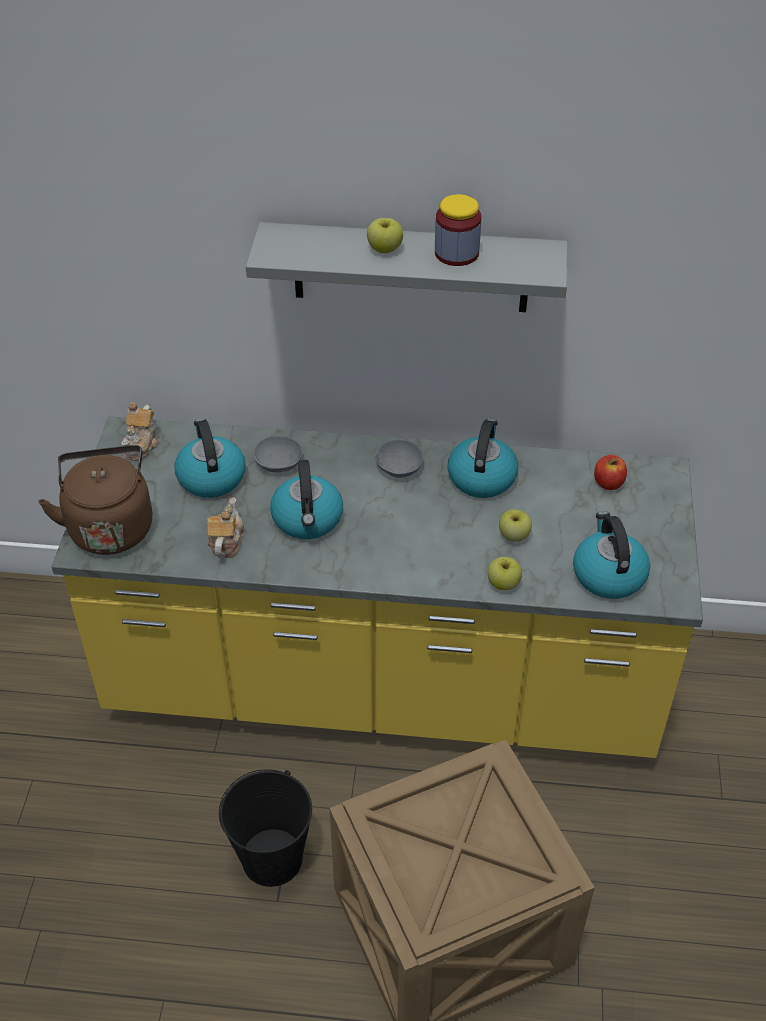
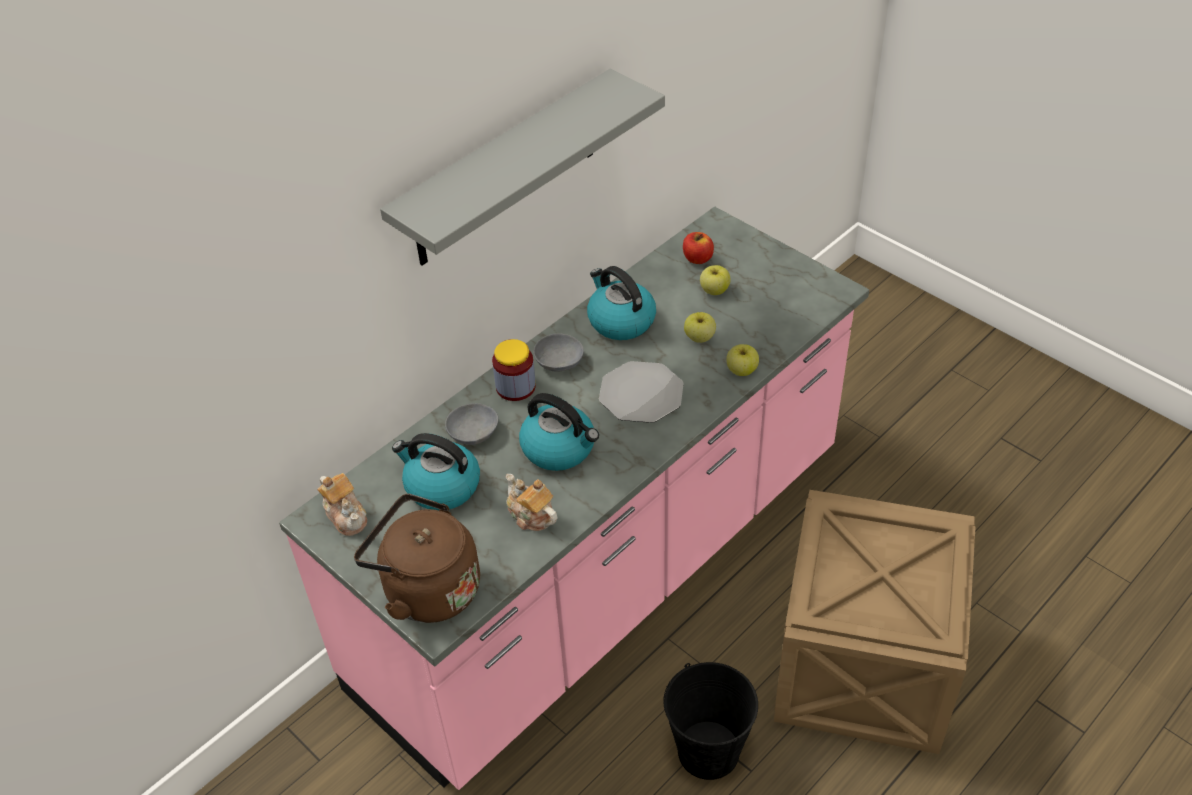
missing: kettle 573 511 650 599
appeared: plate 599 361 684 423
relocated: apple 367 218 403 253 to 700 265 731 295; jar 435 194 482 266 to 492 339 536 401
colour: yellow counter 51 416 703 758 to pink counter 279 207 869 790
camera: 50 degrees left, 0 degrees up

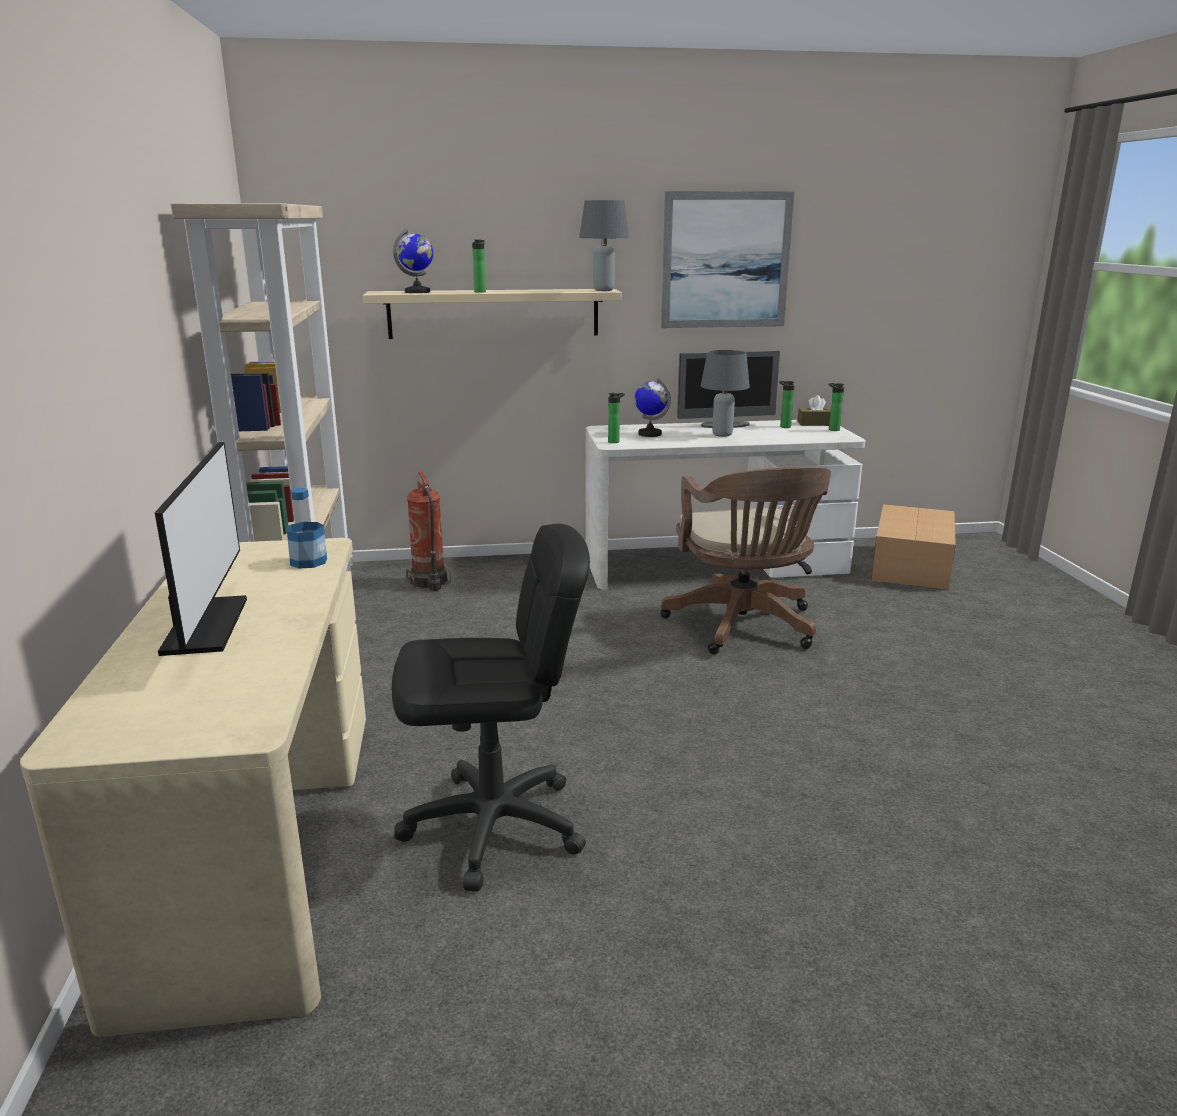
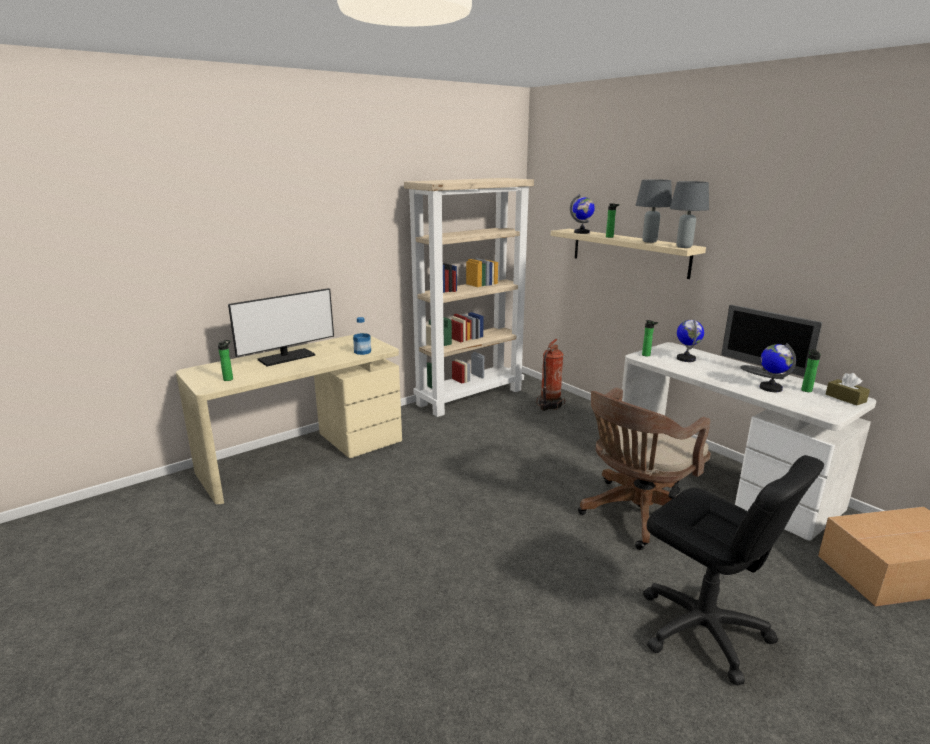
missing: picture 661 191 794 328
appeared: globe 760 343 796 392
relocated: black office chair 392 524 590 892 to 643 455 824 685; grey table lamp 701 350 750 437 to 636 179 672 243; bottle 829 383 844 431 to 218 340 233 381
camera: 60 degrees right, 0 degrees up

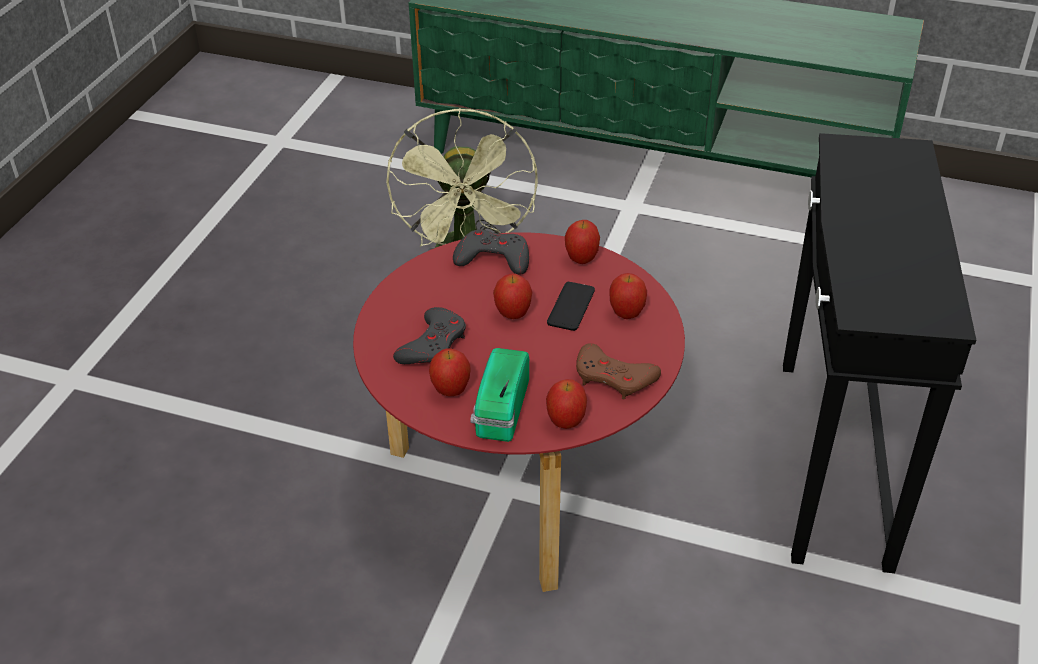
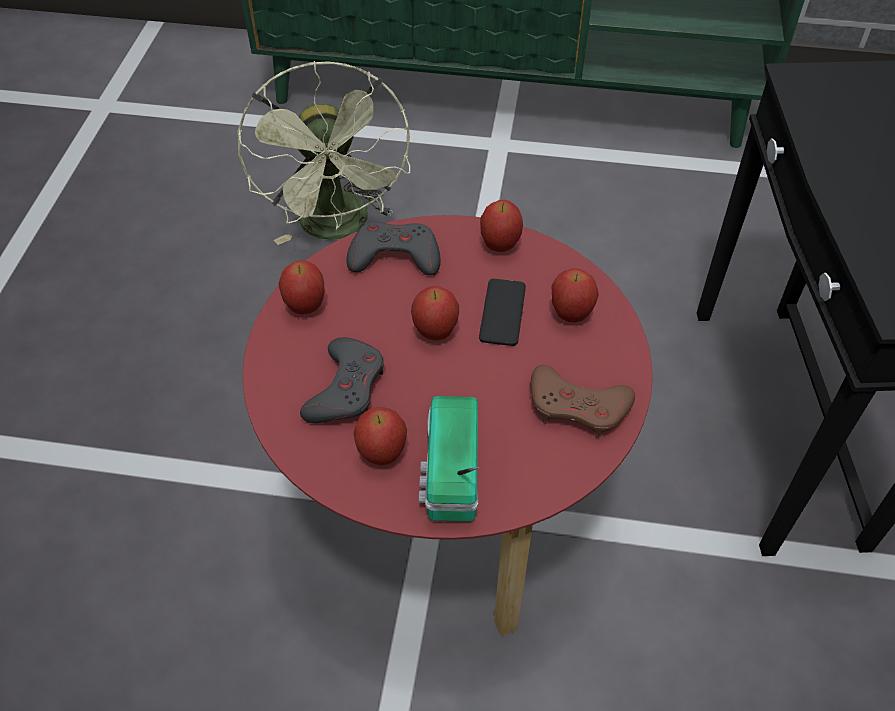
relocated: apple 546 379 587 429 to 278 260 324 315
camera: 10 degrees left, 10 degrees up

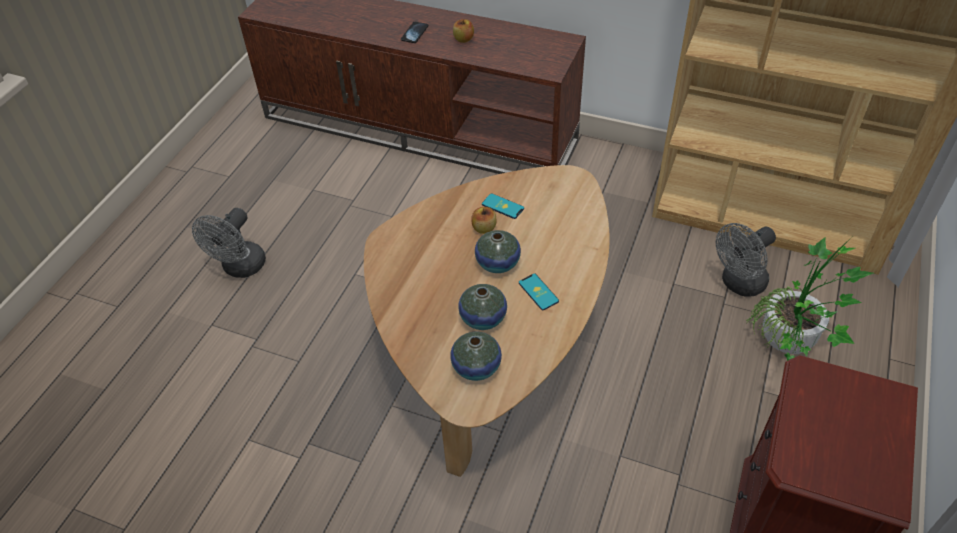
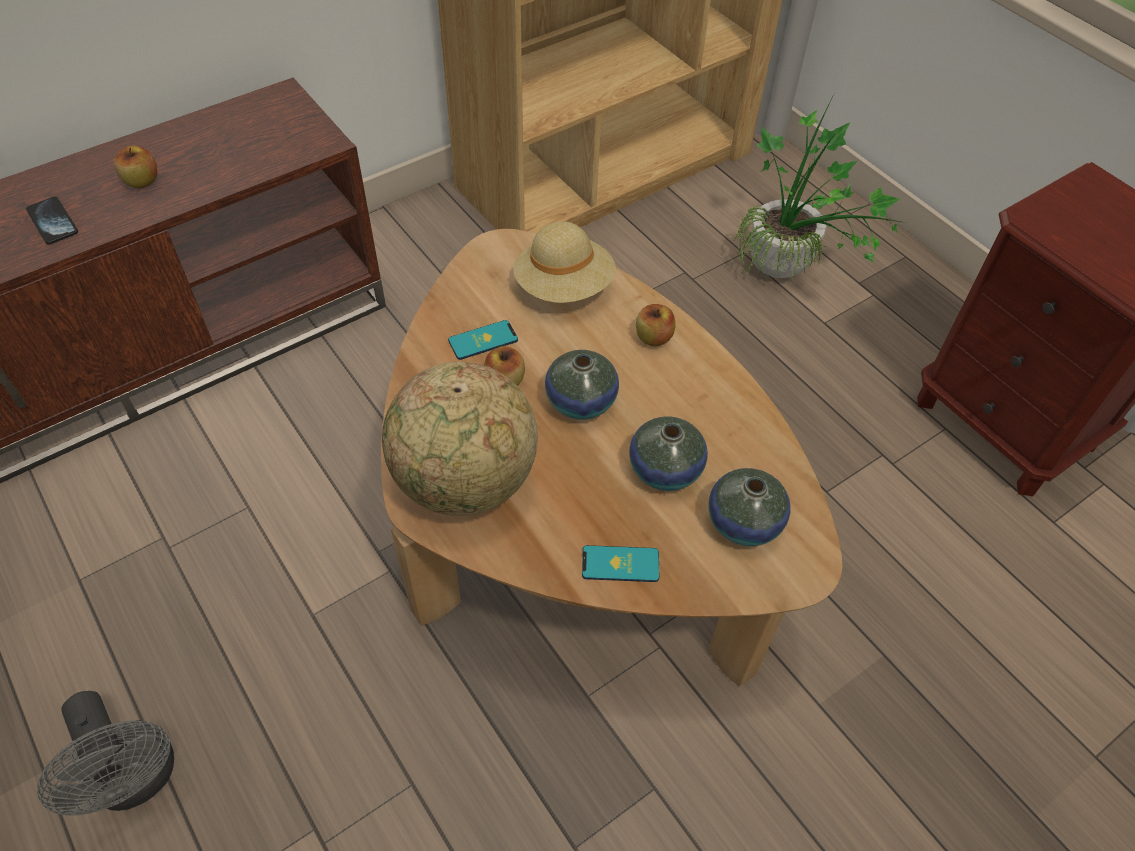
missing: grey fan 716 223 776 297
appeared: globe 382 362 538 516; beige hat 513 221 616 303; apple 636 304 676 346
relocated: phone 519 274 559 310 to 582 545 659 582
camera: 60 degrees left, 5 degrees up

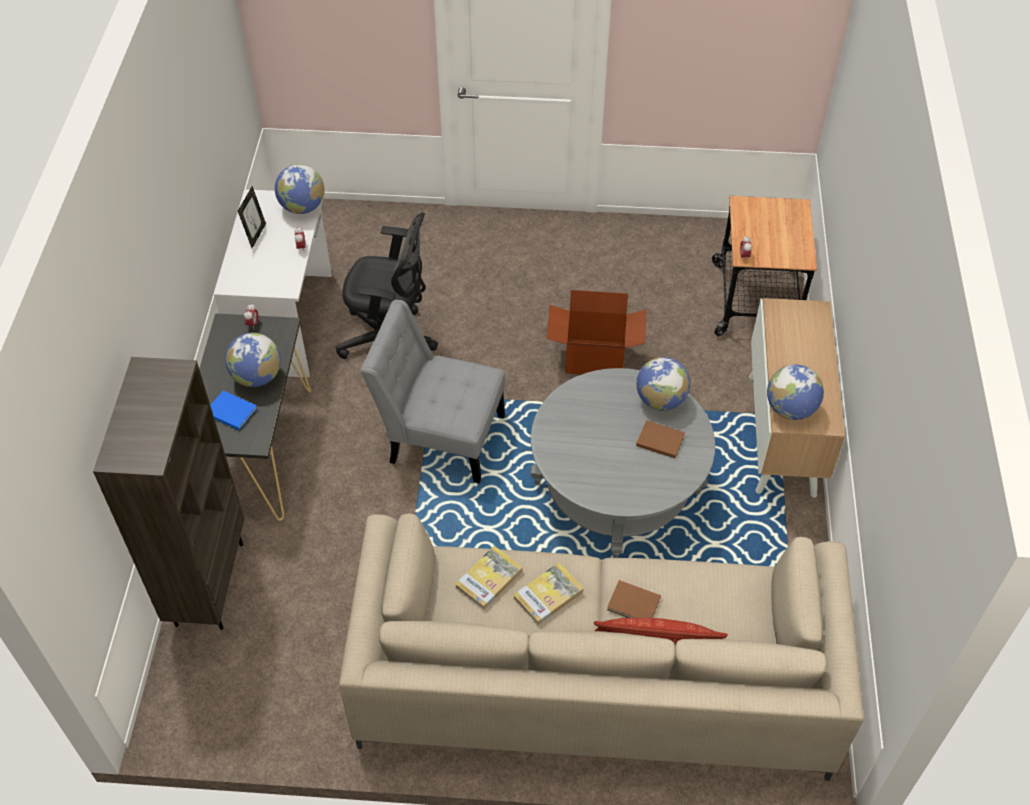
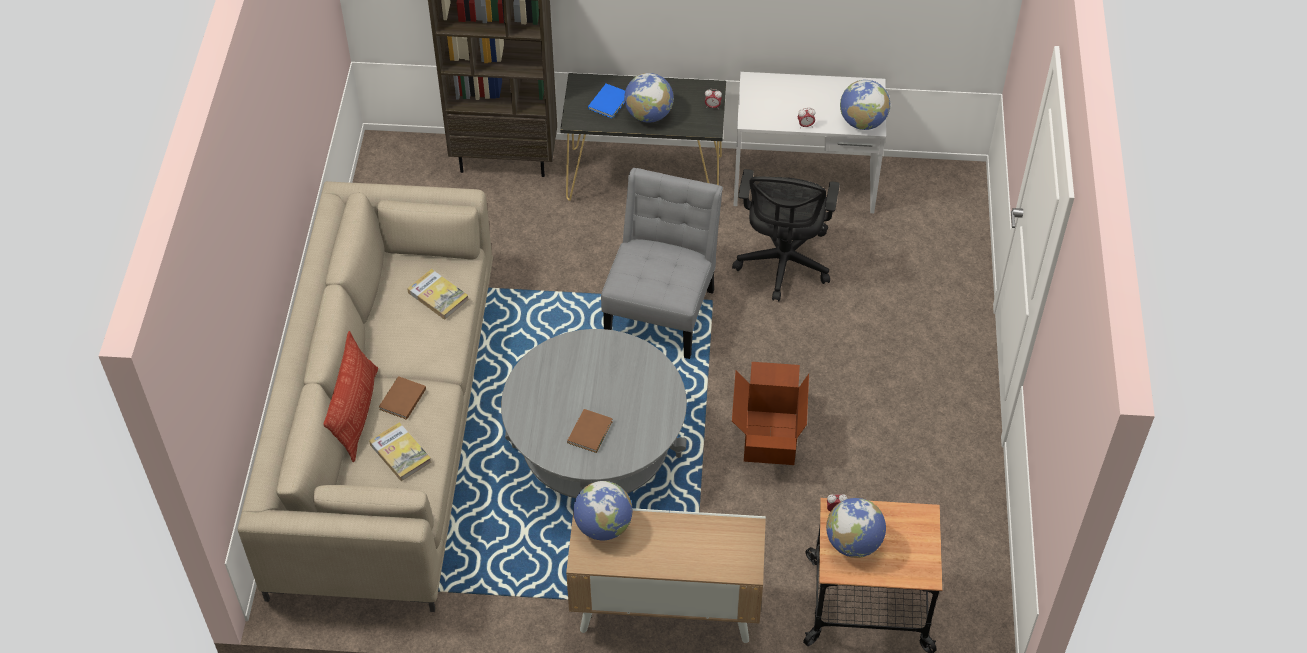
missing: picture frame 238 186 266 248
relocated: book 513 562 583 625 to 369 422 431 481; globe 636 357 690 411 to 826 498 886 558
camera: 90 degrees right, 0 degrees up

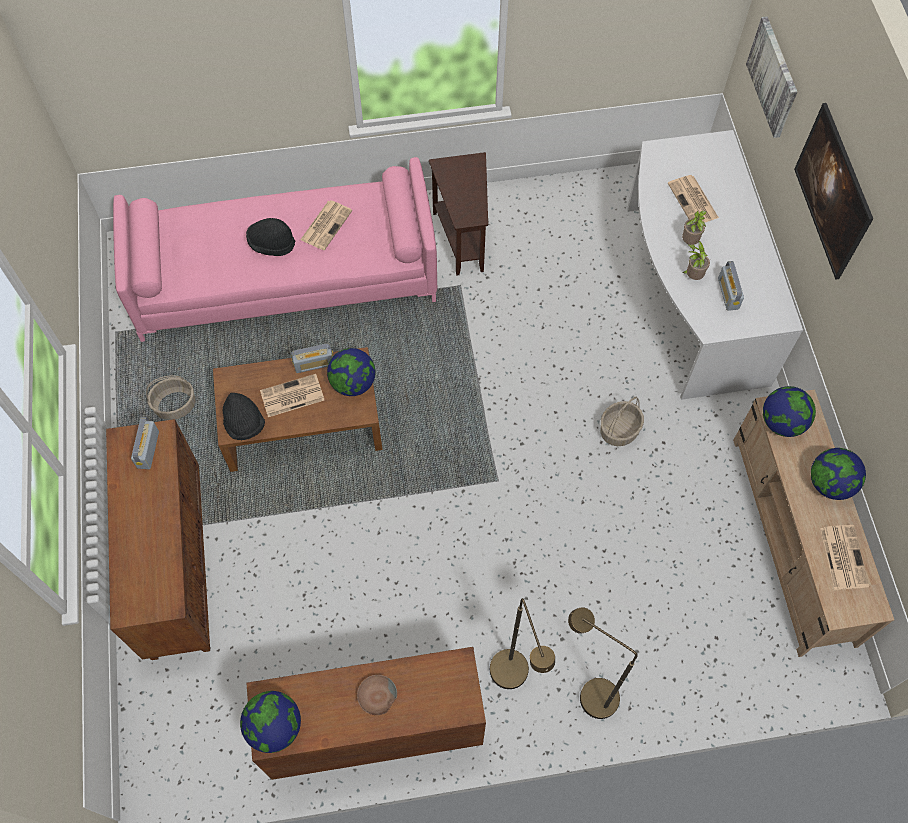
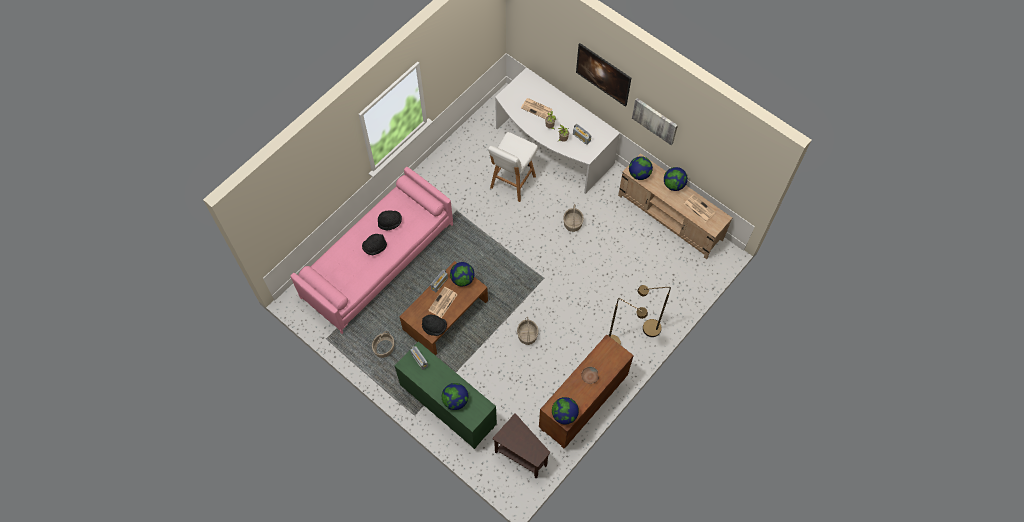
appeared: globe 442 383 468 410; white stool 488 132 538 202; basket 517 316 538 345
relocated: brown side table 429 152 488 276 to 492 413 550 478; picture 746 16 798 138 to 632 98 678 145
exchanged: newspaper 300 200 352 250 to black hat 378 210 402 230
colour: brown cabinet 106 419 210 660 to green cabinet 395 341 497 449
camera: 40 degrees left, 0 degrees up

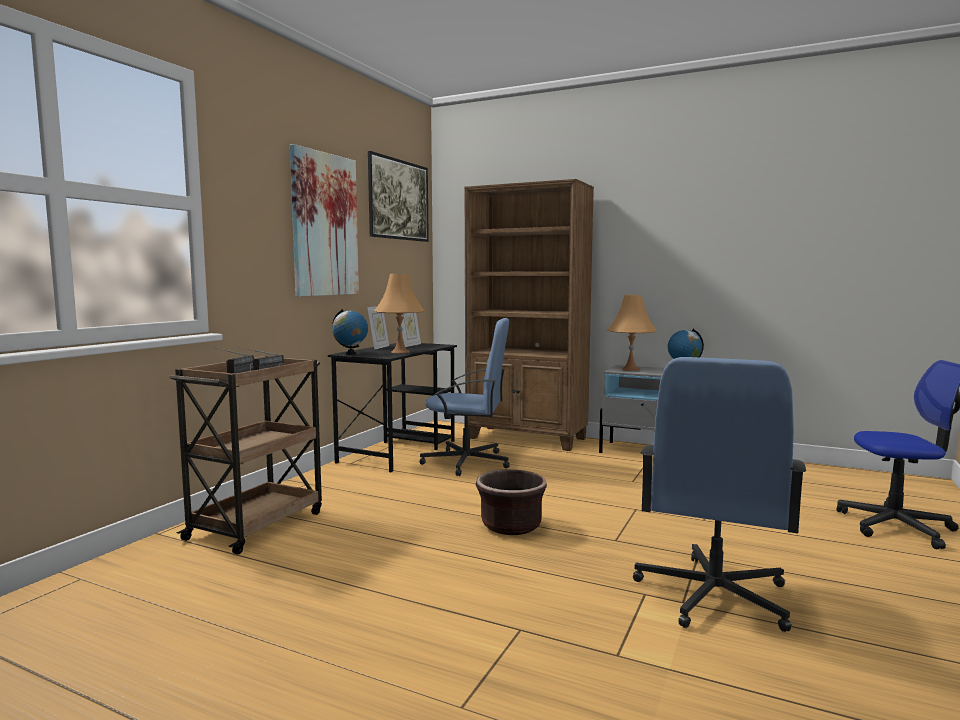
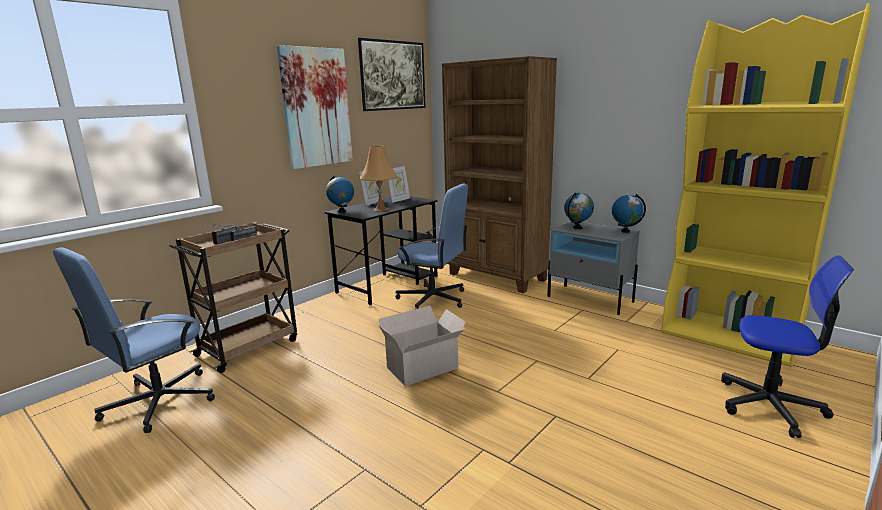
appeared: yellow bookcase 661 3 871 367
relocated: blue office chair 633 357 806 632 to 53 247 215 433
exchanged: brown planter 476 469 547 535 to cardboard box 378 306 466 386; orange table lamp 607 295 657 371 to globe 564 193 594 229
camera: 15 degrees right, 10 degrees up

